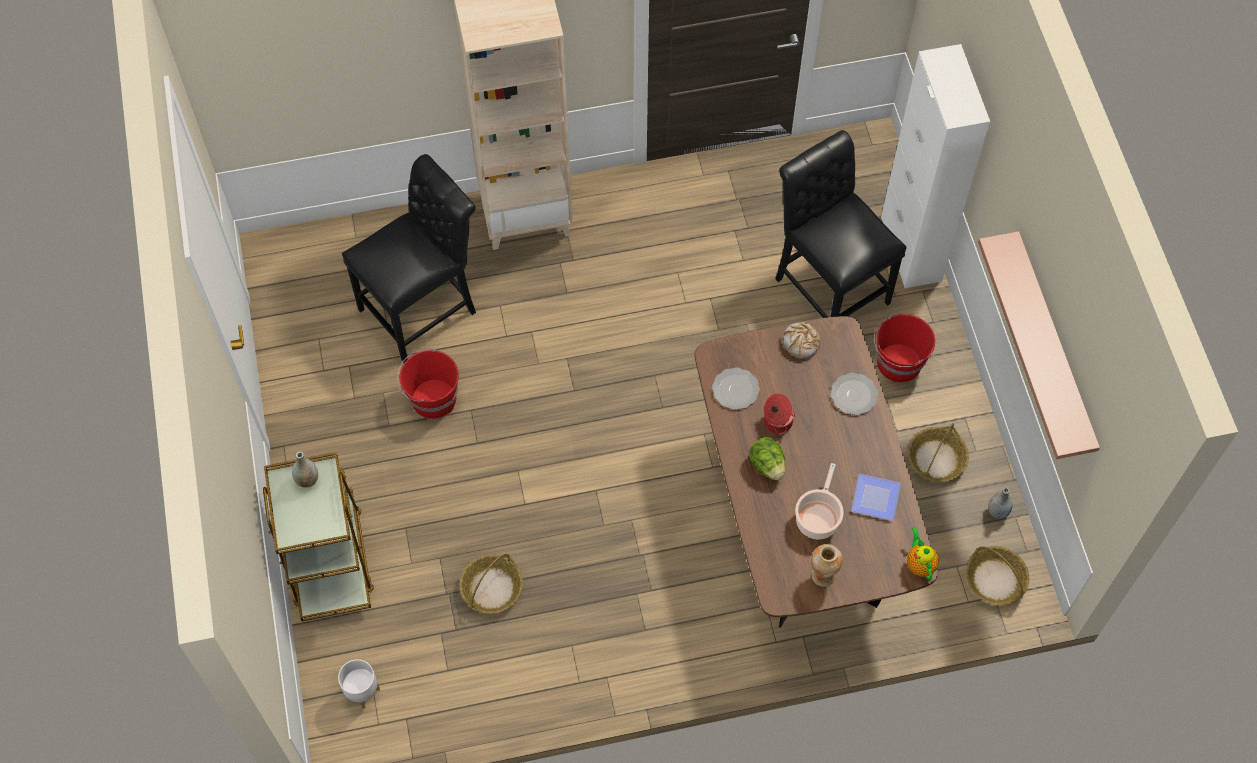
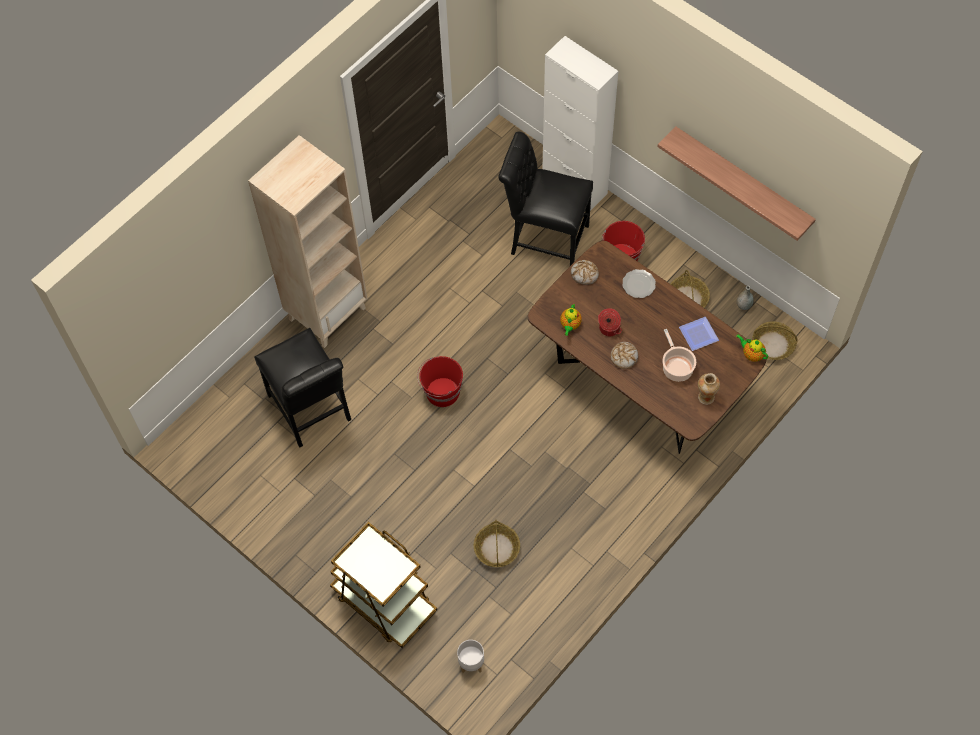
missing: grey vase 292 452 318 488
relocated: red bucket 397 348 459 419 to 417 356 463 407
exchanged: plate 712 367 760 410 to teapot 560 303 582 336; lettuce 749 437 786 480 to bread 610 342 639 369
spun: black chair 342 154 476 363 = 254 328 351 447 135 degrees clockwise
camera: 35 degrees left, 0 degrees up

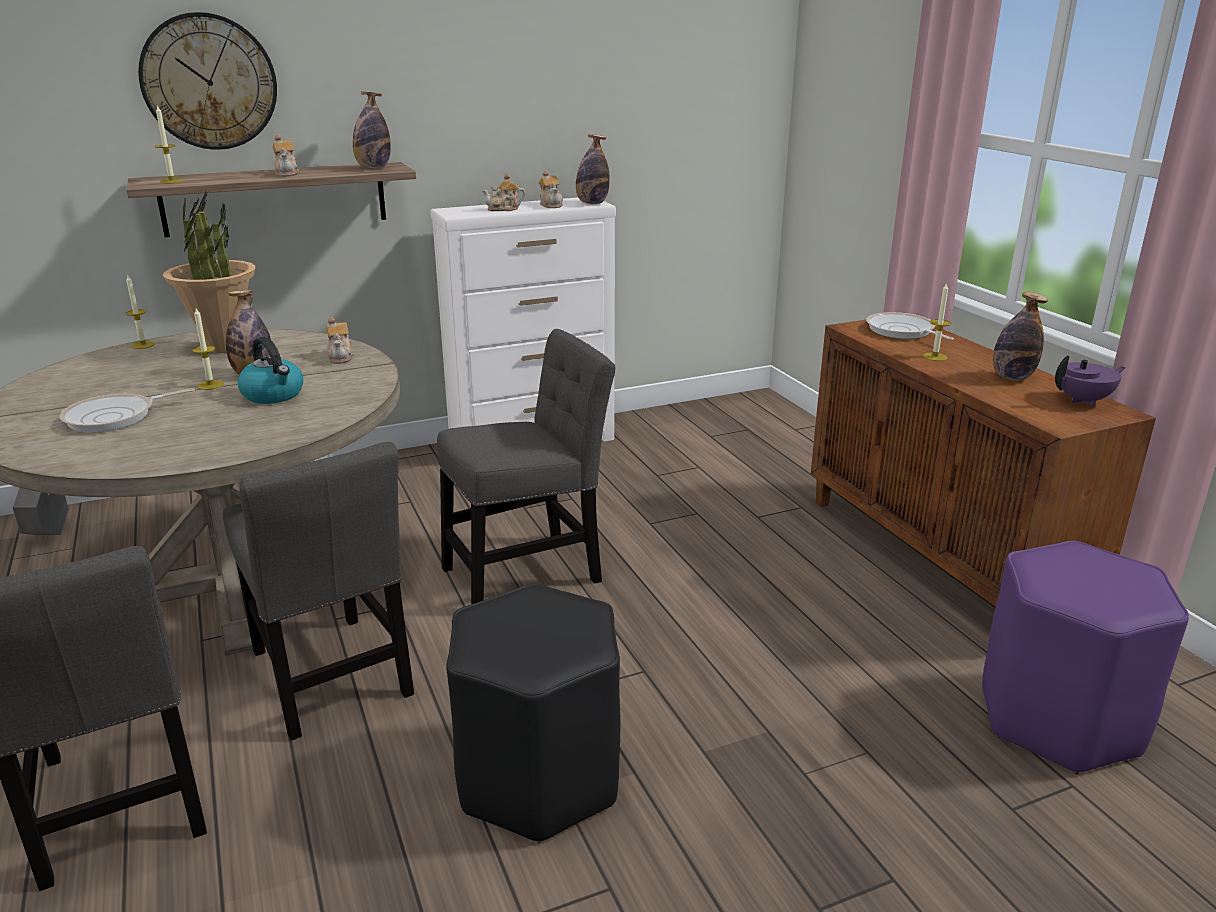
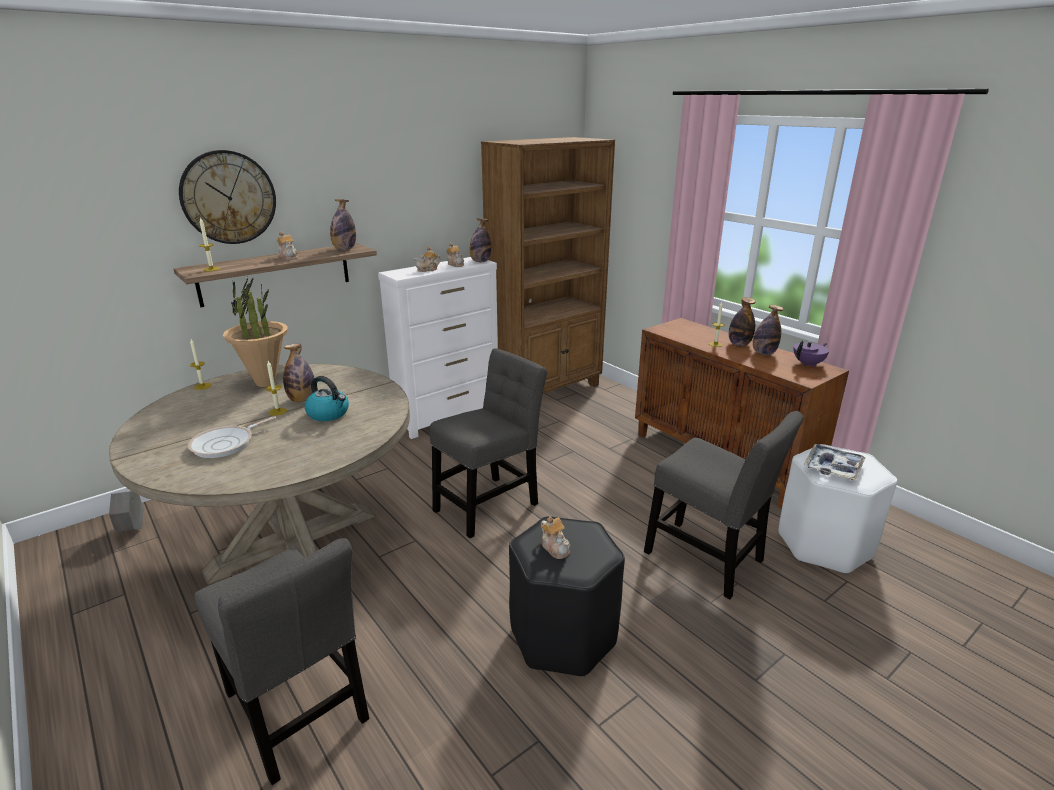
missing: frying pan 866 312 954 340
appeared: brown bookcase 481 137 615 394; bottle 729 297 756 346; tray 804 444 866 480
relocated: grey chair 223 442 414 741 to 644 411 804 599; teapot 326 317 354 364 to 541 516 570 559
colour: purple stool 982 541 1189 775 to white stool 779 444 897 575
camera: 15 degrees left, 0 degrees up

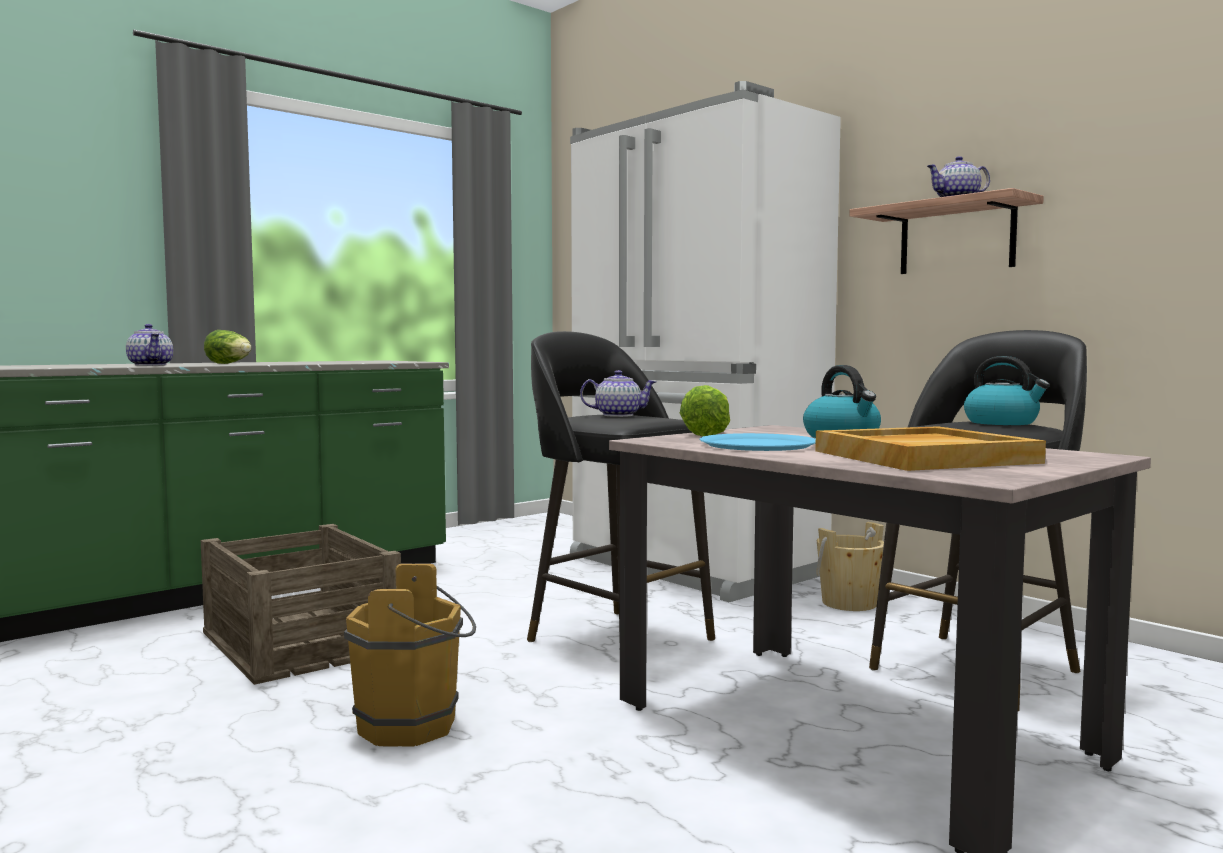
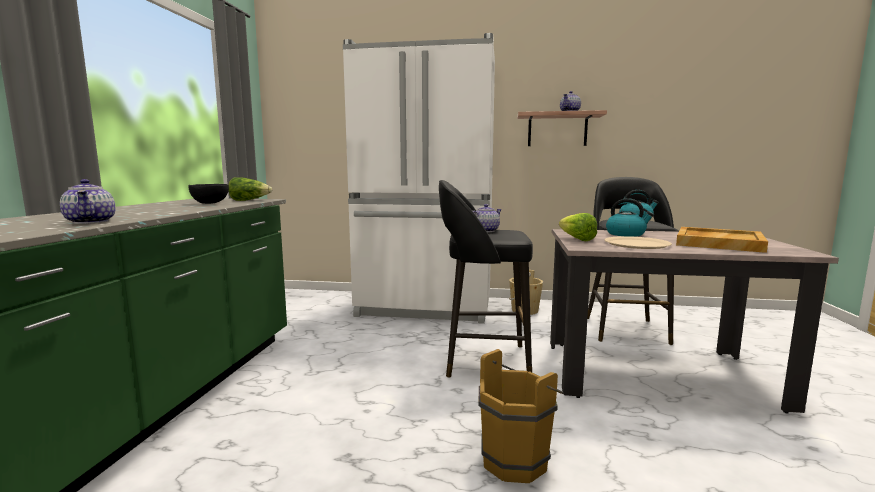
missing: crate 201 524 401 685
appeared: black bowl 188 184 229 204
relocated: lettuce 204 330 252 364 to 229 177 272 201
colour: blue plate 699 433 816 451 to beige plate 604 236 672 249
spun: teapot 126 324 173 366 = 60 179 116 224 45 degrees clockwise
camera: 40 degrees left, 5 degrees up

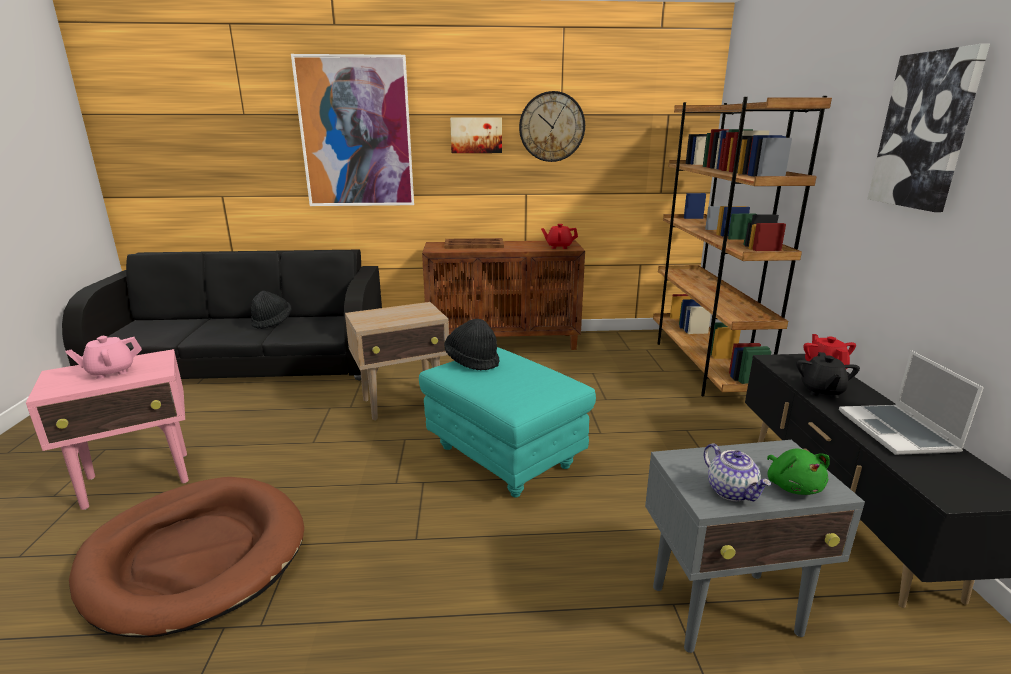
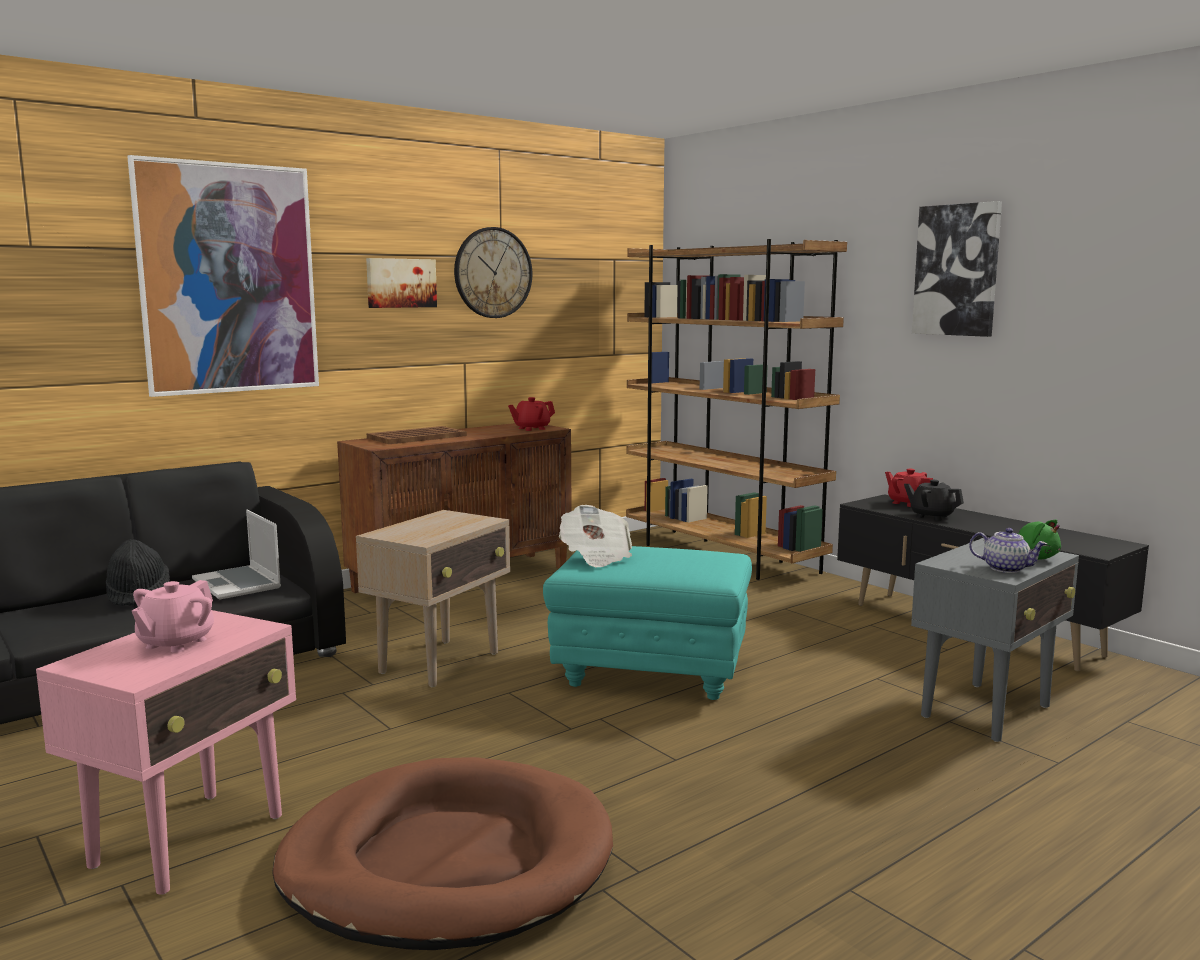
relocated: laptop 839 350 984 455 to 192 510 281 600
exchanged: black hat 444 319 500 371 to newspaper 559 505 632 567
spun: black teapot 796 352 860 398 = 904 480 964 521 150 degrees clockwise
camera: 35 degrees left, 10 degrees down

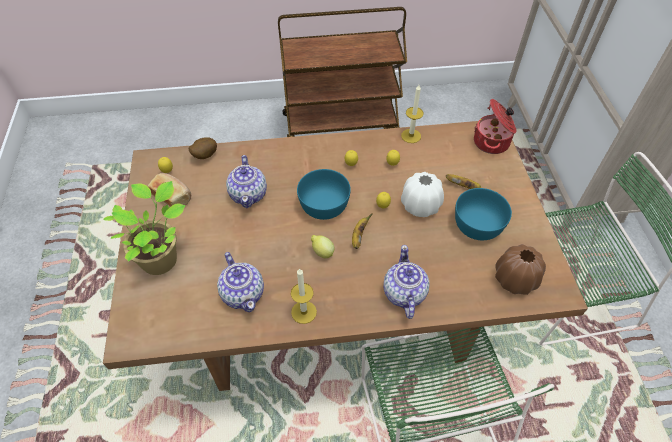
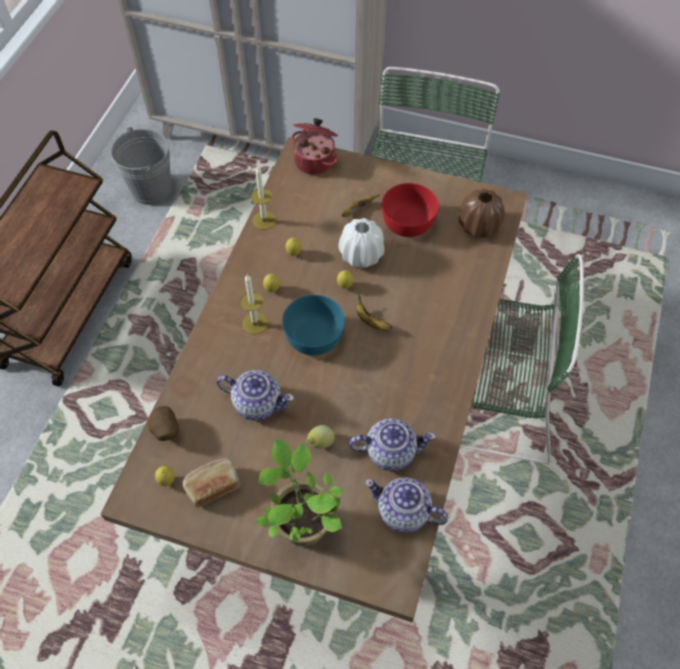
appeared: grey bucket 111 127 172 205
relocated: candle 291 268 317 324 to 240 275 268 334; lemon 311 235 335 258 to 306 425 335 449; teapot 383 245 430 319 to 364 477 448 533
colour: turquoise bowl 455 188 512 240 to red bowl 382 183 439 237
camera: 65 degrees left, 5 degrees up

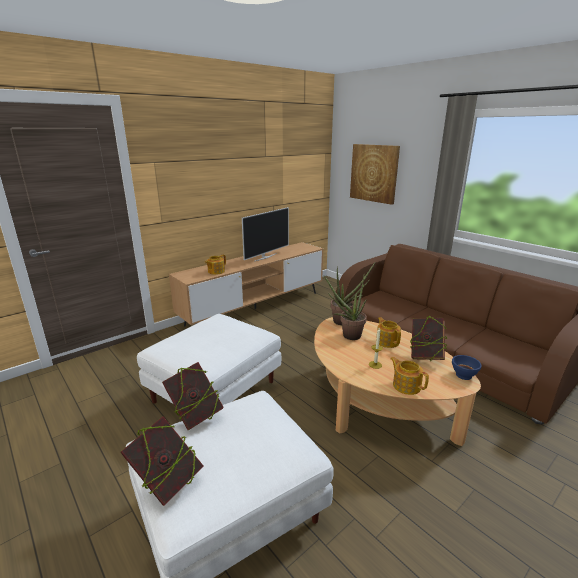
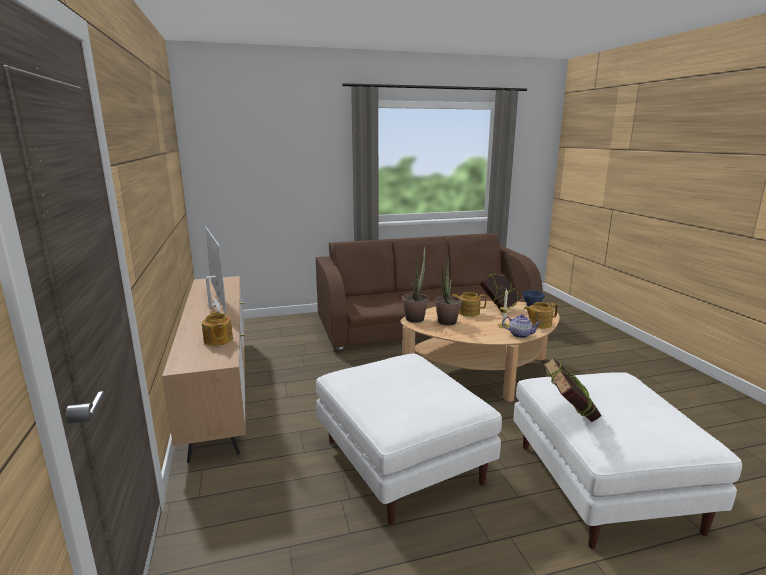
missing: book 120 416 204 506; picture 350 144 400 205
appeared: teapot 502 314 541 338
camera: 65 degrees left, 5 degrees down

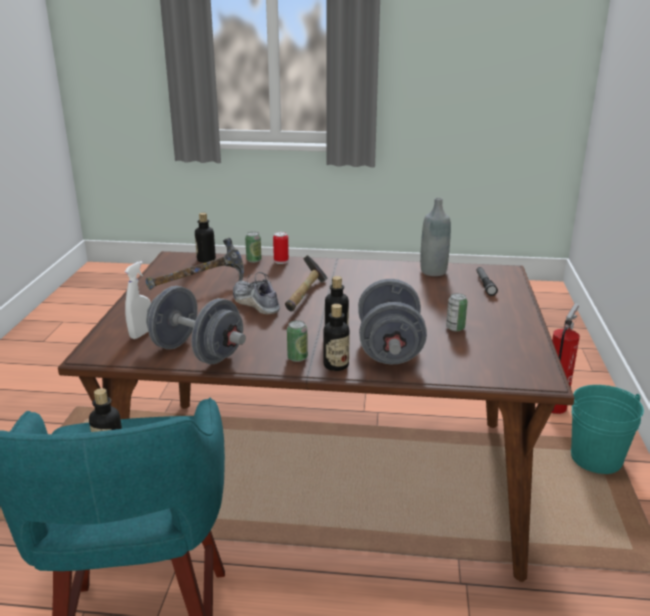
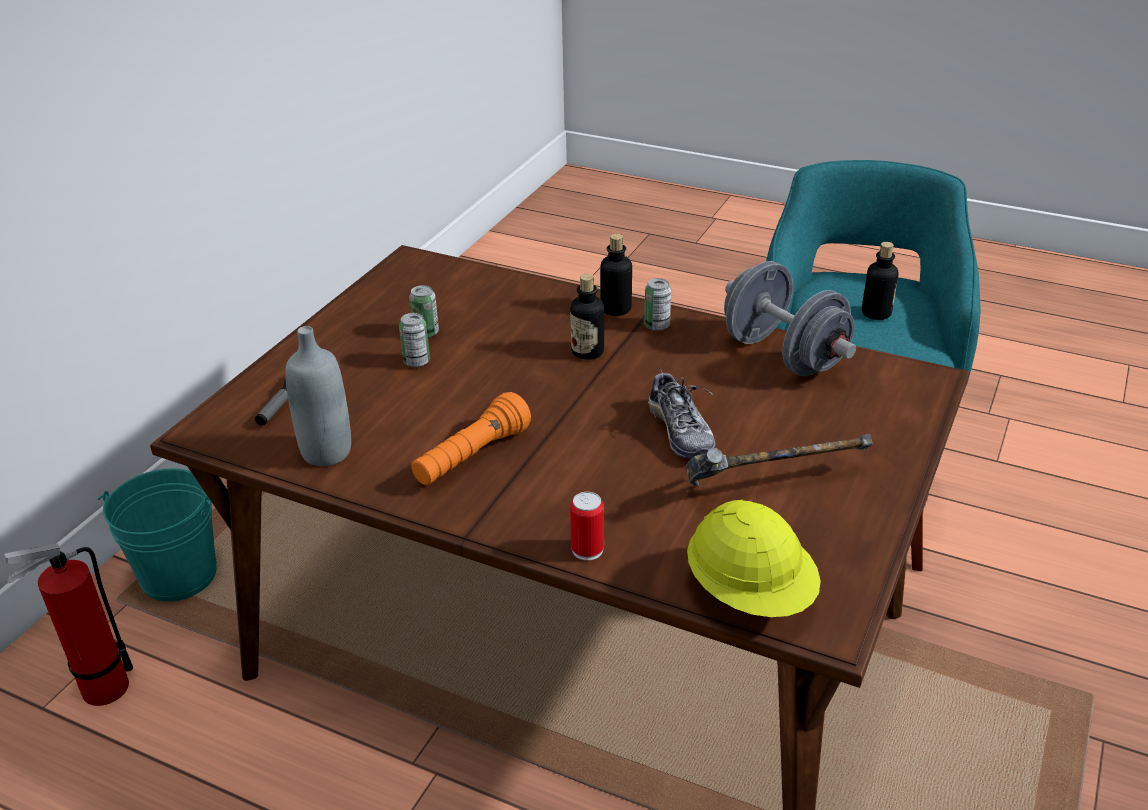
missing: white spray bottle 124 261 151 339; hammer 285 255 328 311; grey dumbbell 358 279 427 365
appeared: orange flashlight 411 392 531 485
relocated: can 245 232 262 263 to 399 313 430 368
exchanged: bottle 195 213 216 263 to yellow hard hat 687 500 821 617
camera: 160 degrees left, 10 degrees up

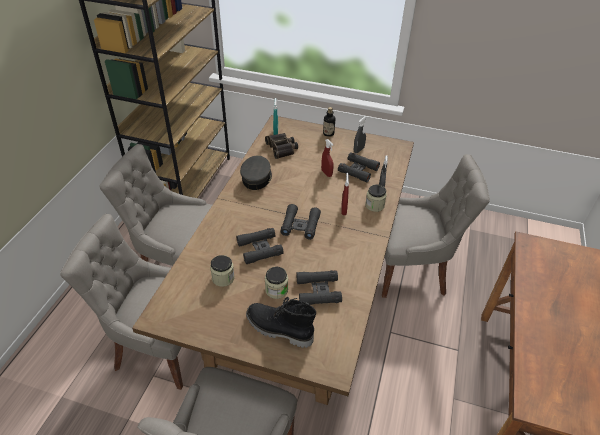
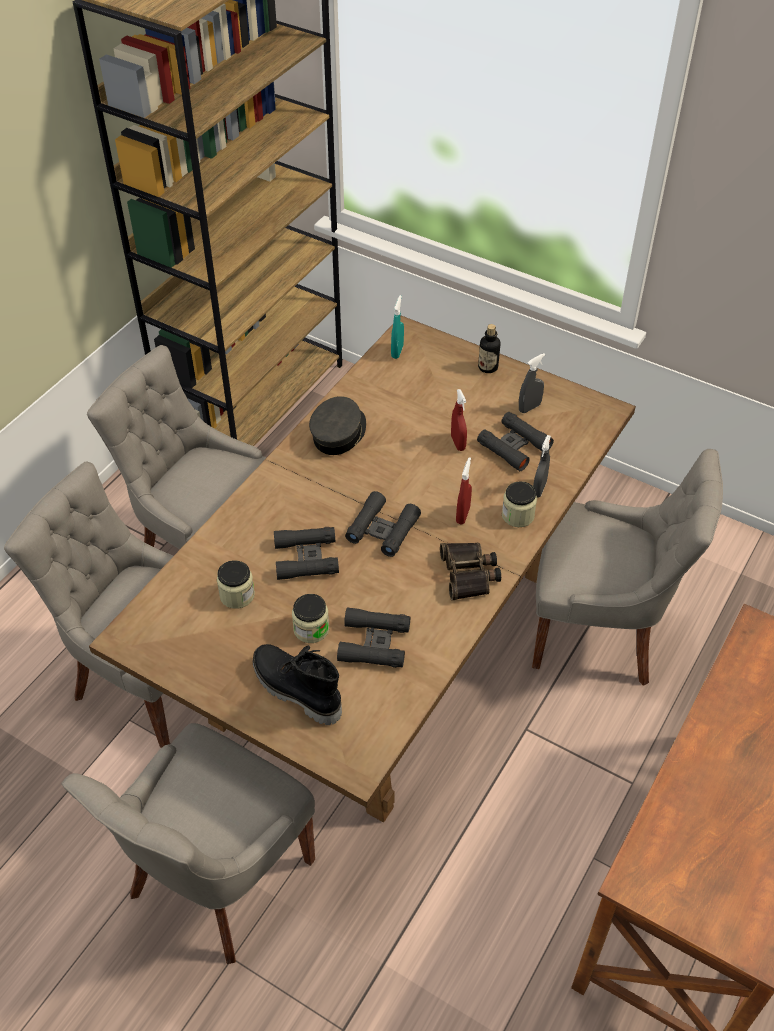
relocated: binoculars 265 133 298 159 to 440 543 501 600
camera: 15 degrees right, 5 degrees up

